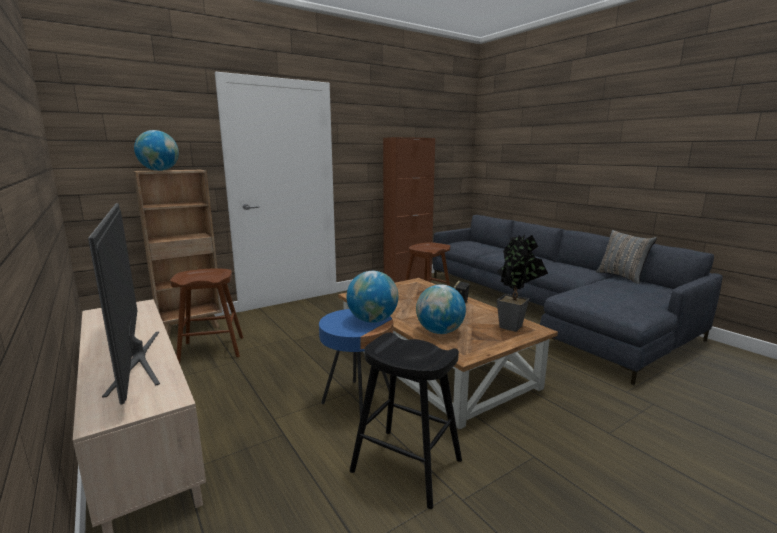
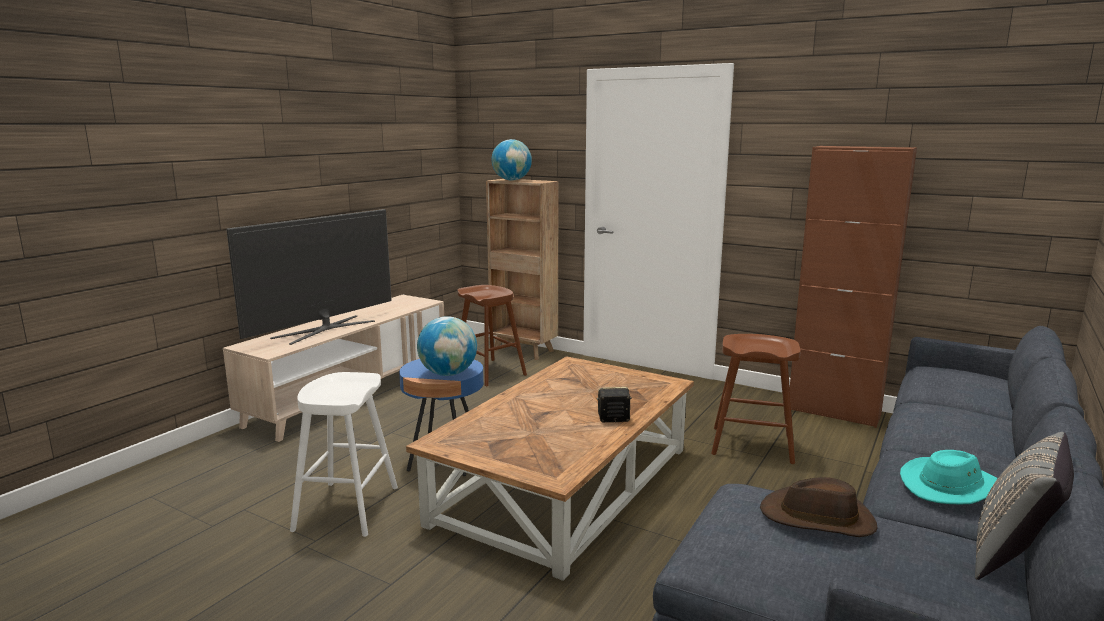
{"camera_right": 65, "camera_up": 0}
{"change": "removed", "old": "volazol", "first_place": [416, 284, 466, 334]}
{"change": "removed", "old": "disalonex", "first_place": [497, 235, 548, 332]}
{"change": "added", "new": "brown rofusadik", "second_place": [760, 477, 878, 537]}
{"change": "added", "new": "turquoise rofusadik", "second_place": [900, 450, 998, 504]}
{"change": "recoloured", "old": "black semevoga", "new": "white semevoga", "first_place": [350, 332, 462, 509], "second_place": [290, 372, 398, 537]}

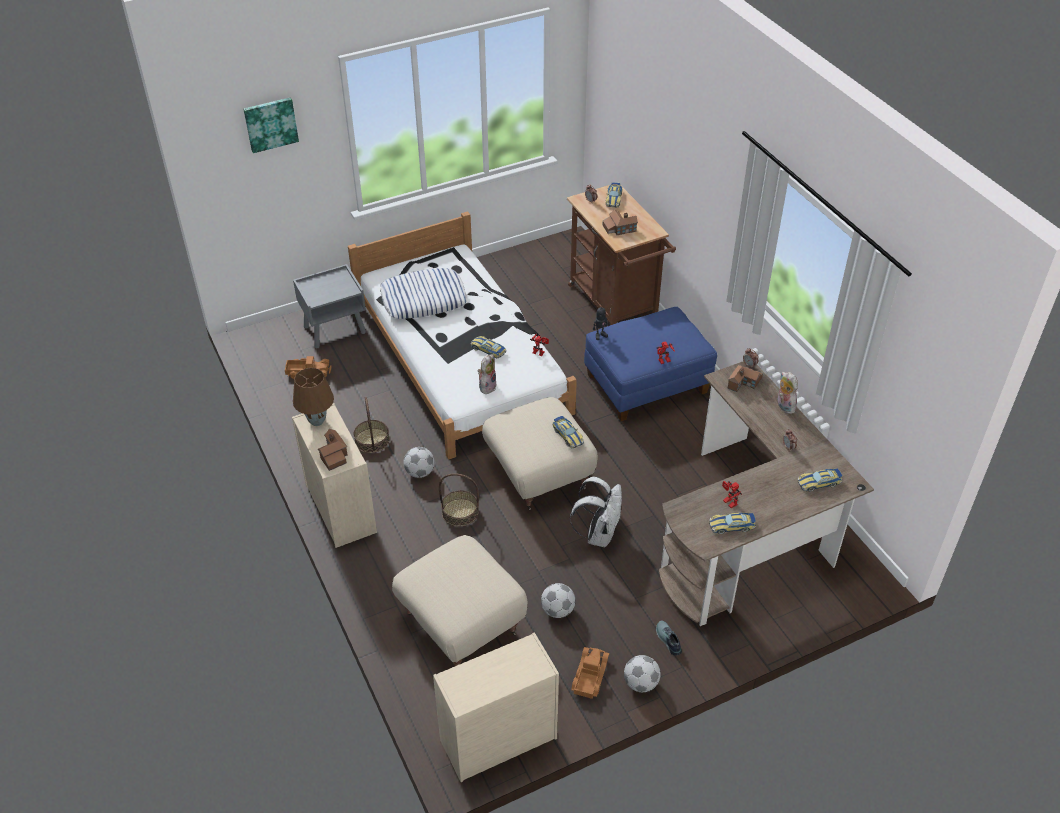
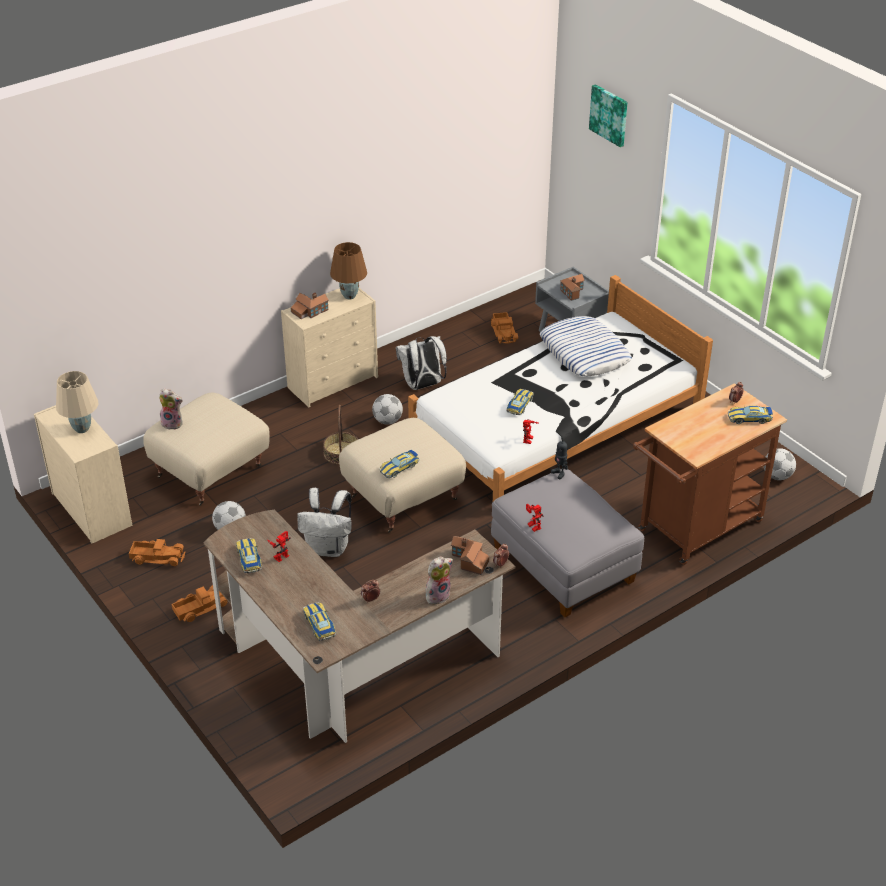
{"camera_right": 80, "camera_up": -5}
{"change": "added", "new": "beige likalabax", "second_place": [56, 371, 98, 433]}
{"change": "moved", "old": "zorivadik", "first_place": [478, 354, 497, 394], "second_place": [159, 389, 183, 430]}
{"change": "moved", "old": "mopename", "first_place": [603, 209, 638, 235], "second_place": [560, 274, 585, 301]}
{"change": "moved", "old": "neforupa", "first_place": [624, 655, 661, 692], "second_place": [764, 448, 796, 480]}
{"change": "replaced", "old": "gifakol", "new": "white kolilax", "first_place": [353, 397, 389, 453], "second_place": [396, 336, 447, 390]}
{"change": "replaced", "old": "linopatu", "new": "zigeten", "first_place": [656, 620, 682, 656], "second_place": [171, 585, 227, 622]}
{"change": "recoloured", "old": "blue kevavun", "new": "grey kevavun", "first_place": [584, 307, 717, 421], "second_place": [491, 469, 644, 617]}

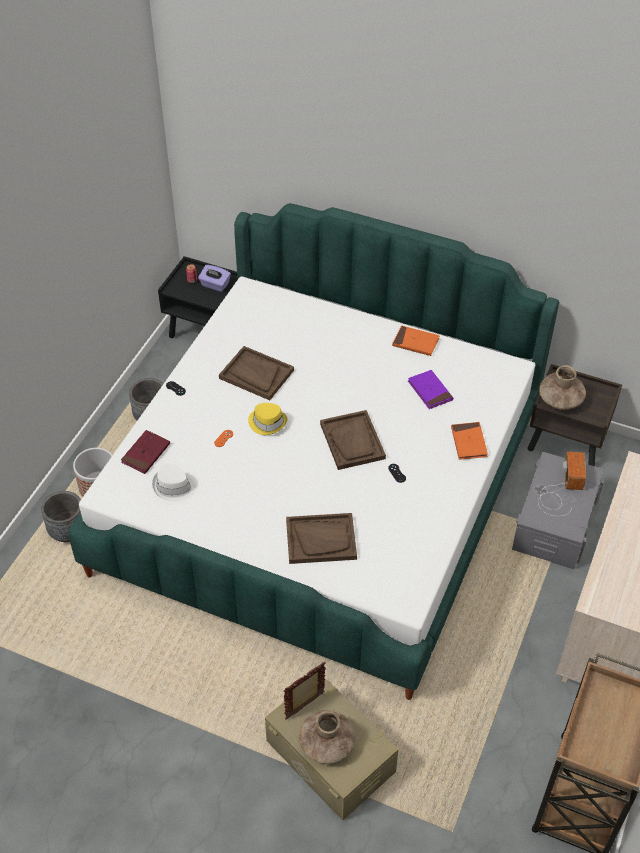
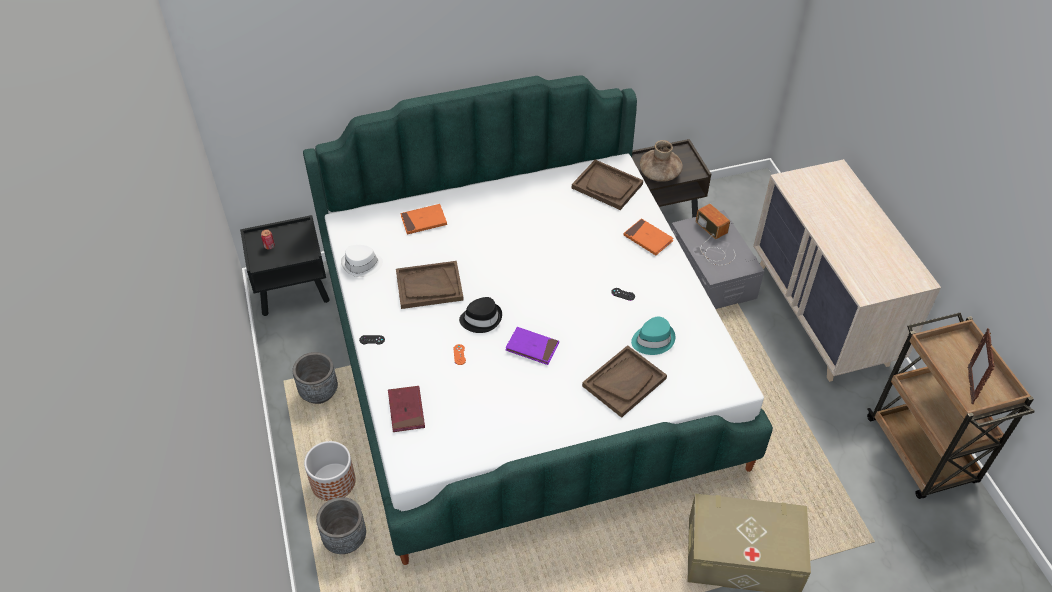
{"camera_right": -40, "camera_up": 0}
{"change": "removed", "old": "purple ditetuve", "first_place": [198, 265, 231, 292]}
{"change": "removed", "old": "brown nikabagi", "first_place": [299, 710, 355, 764]}
{"change": "added", "new": "turquoise rofusadik", "second_place": [631, 316, 675, 355]}
{"change": "moved", "old": "white rofusadik", "first_place": [152, 463, 196, 502], "second_place": [341, 245, 383, 277]}
{"change": "moved", "old": "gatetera", "first_place": [284, 662, 326, 720], "second_place": [968, 328, 995, 404]}
{"change": "moved", "old": "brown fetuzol", "first_place": [320, 410, 386, 470], "second_place": [572, 160, 643, 210]}
{"change": "moved", "old": "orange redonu", "first_place": [392, 325, 440, 356], "second_place": [400, 204, 447, 235]}
{"change": "moved", "old": "purple redonu", "first_place": [408, 370, 453, 409], "second_place": [506, 327, 559, 365]}
{"change": "recoloured", "old": "yellow rofusadik", "new": "black rofusadik", "first_place": [248, 403, 287, 435], "second_place": [459, 297, 502, 333]}

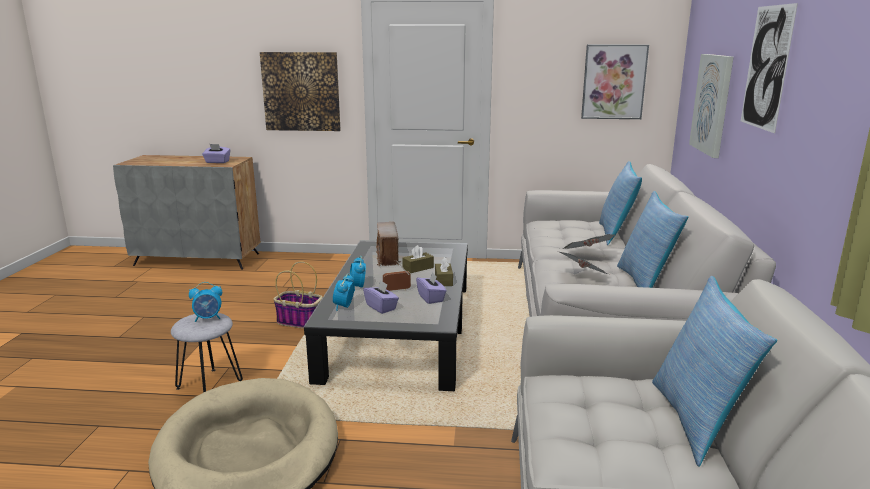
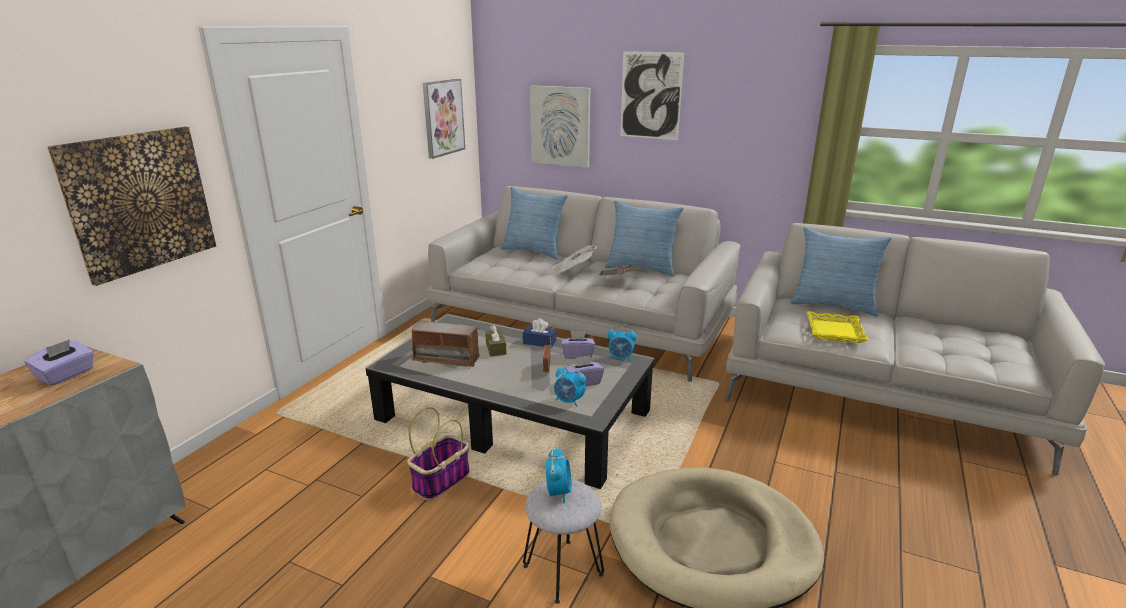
{"camera_right": -70, "camera_up": 5}
{"change": "added", "new": "yellow fetuzol", "second_place": [807, 311, 869, 343]}
{"change": "moved", "old": "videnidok", "first_place": [349, 256, 366, 291], "second_place": [608, 325, 637, 362]}
{"change": "recoloured", "old": "brown ditetuve", "new": "blue ditetuve", "first_place": [435, 257, 453, 286], "second_place": [523, 319, 556, 348]}

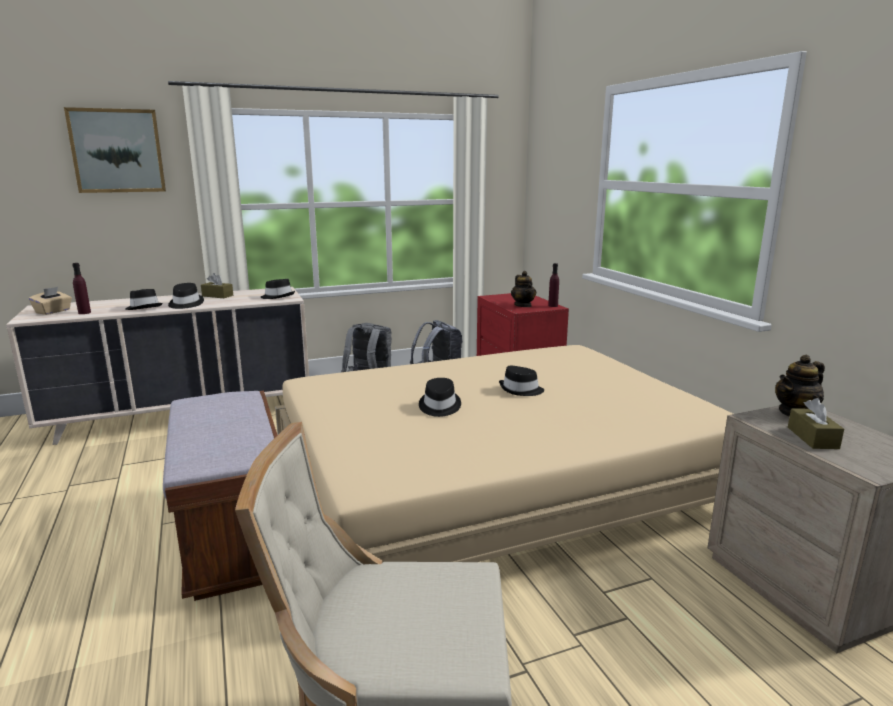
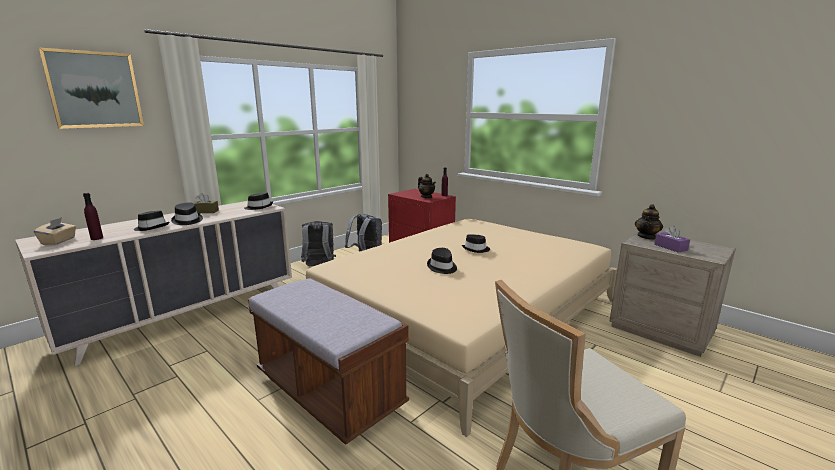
{"camera_right": -25, "camera_up": 0}
{"change": "recoloured", "old": "brown ditetuve", "new": "purple ditetuve", "first_place": [788, 398, 844, 449], "second_place": [654, 226, 690, 253]}

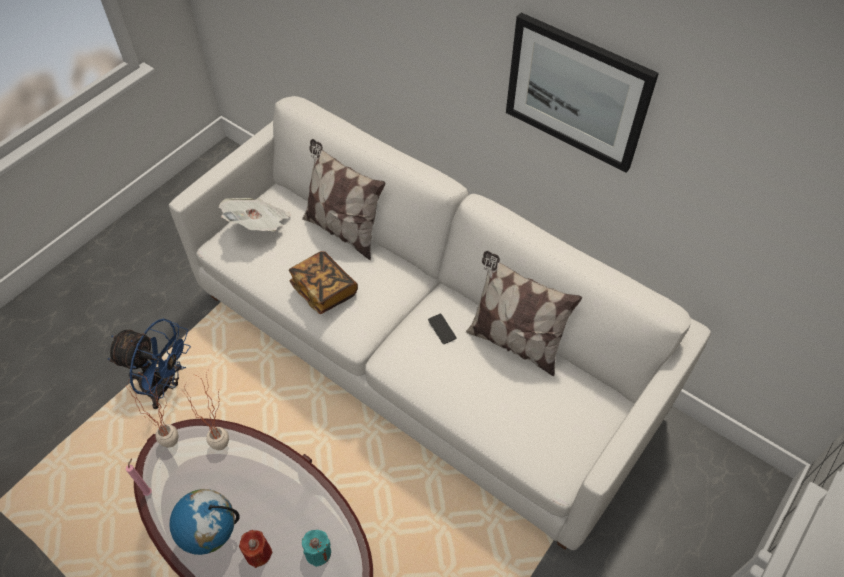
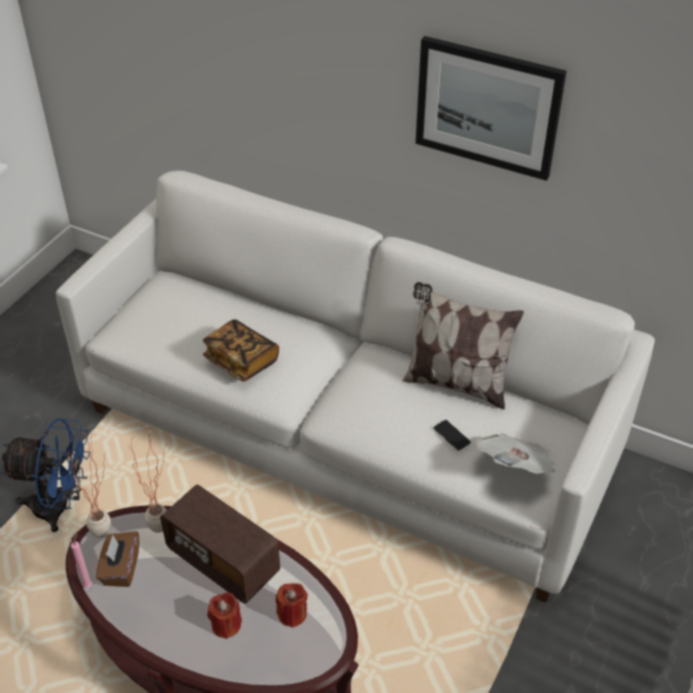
{"camera_right": -10, "camera_up": -10}
{"change": "removed", "old": "volazol", "first_place": [169, 489, 240, 555]}
{"change": "removed", "old": "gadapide", "first_place": [302, 139, 386, 260]}
{"change": "added", "new": "brown ditetuve", "second_place": [96, 531, 139, 587]}
{"change": "added", "new": "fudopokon", "second_place": [160, 485, 280, 604]}
{"change": "moved", "old": "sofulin", "first_place": [219, 198, 291, 232], "second_place": [476, 433, 555, 474]}
{"change": "moved", "old": "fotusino", "first_place": [428, 314, 457, 344], "second_place": [433, 420, 471, 451]}
{"change": "recoloured", "old": "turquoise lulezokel", "new": "red lulezokel", "first_place": [302, 530, 331, 567], "second_place": [276, 583, 308, 628]}

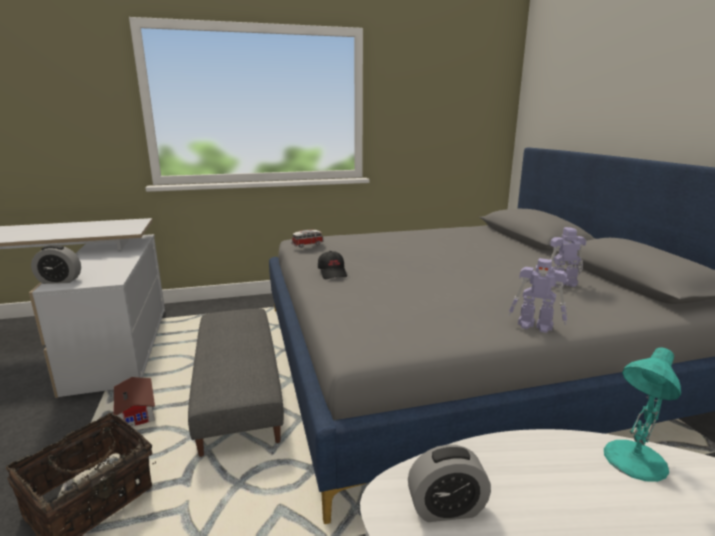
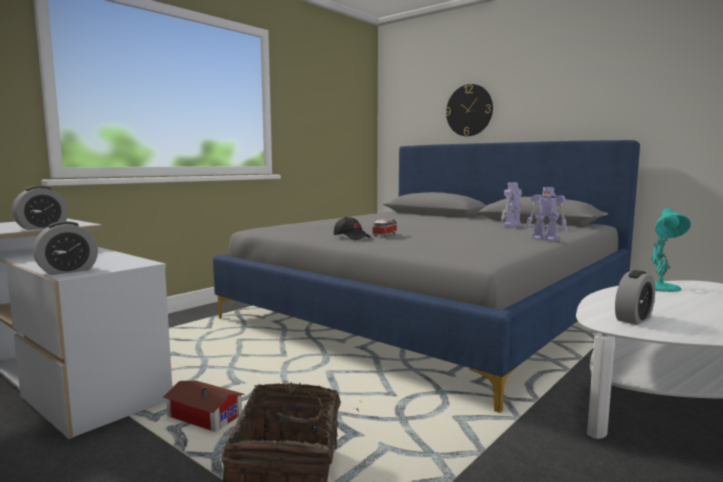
{"camera_right": -35, "camera_up": -10}
{"change": "removed", "old": "grey kevavun", "first_place": [188, 308, 284, 457]}
{"change": "added", "new": "videnidok", "second_place": [12, 186, 68, 230]}
{"change": "added", "new": "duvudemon", "second_place": [446, 84, 493, 136]}
{"change": "moved", "old": "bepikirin", "first_place": [292, 230, 324, 248], "second_place": [372, 218, 397, 237]}
{"change": "turned", "old": "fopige", "first_place": [508, 258, 567, 333], "second_place": [525, 187, 567, 241], "degrees": 45}

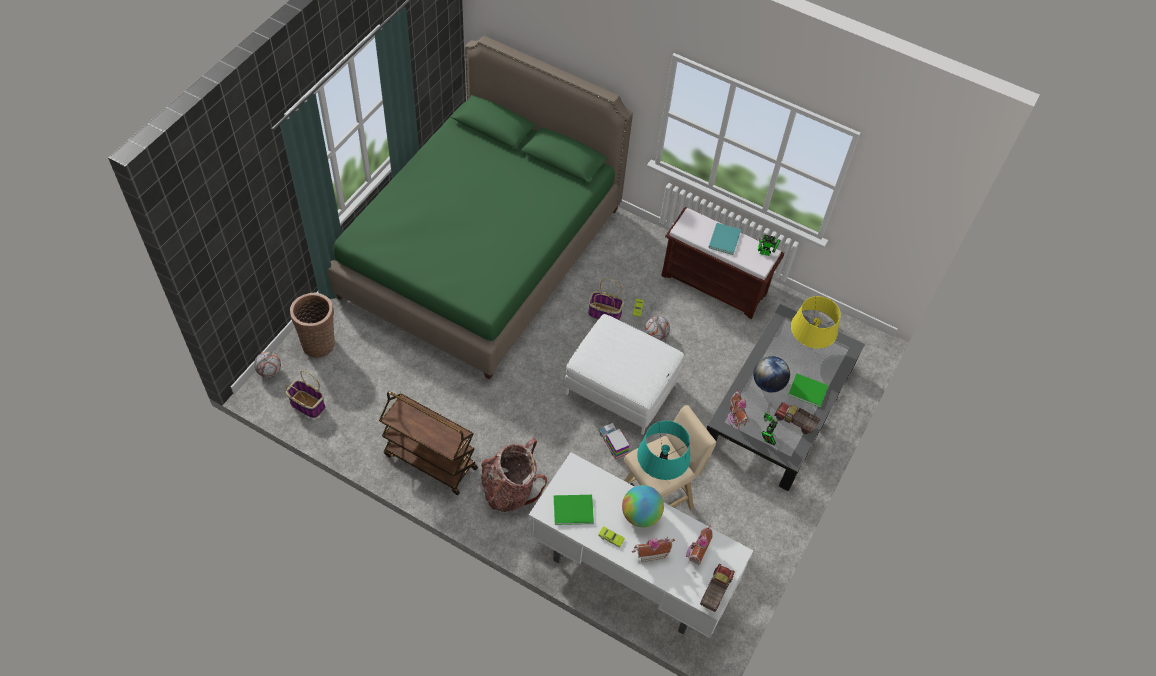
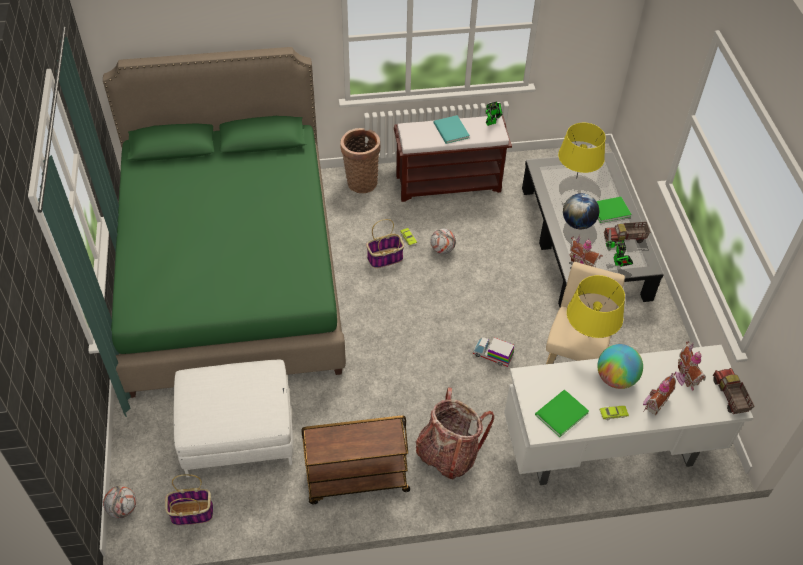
{"camera_right": -35, "camera_up": -5}
{"change": "moved", "old": "gifakol", "first_place": [290, 293, 335, 358], "second_place": [340, 128, 381, 193]}
{"change": "moved", "old": "white kevavun", "first_place": [564, 314, 684, 435], "second_place": [173, 360, 294, 477]}
{"change": "recoloured", "old": "turquoise likalabax", "new": "yellow likalabax", "first_place": [637, 421, 690, 480], "second_place": [567, 275, 625, 338]}

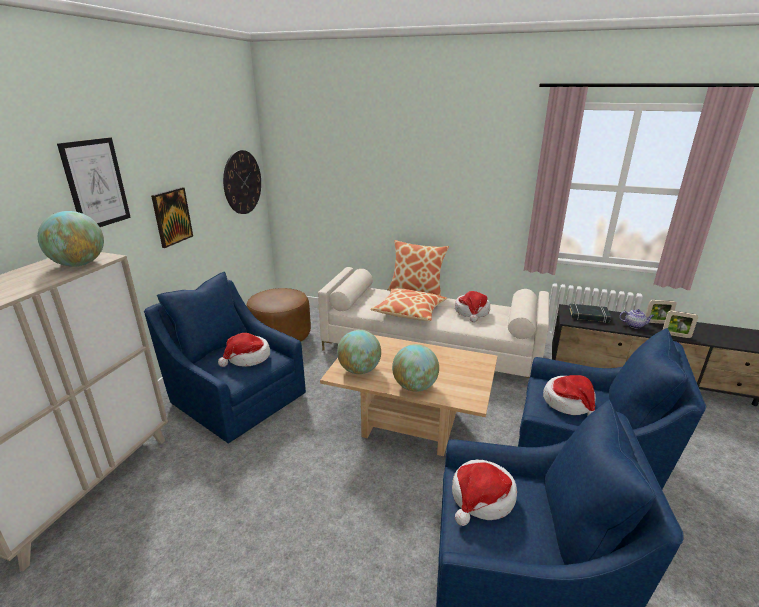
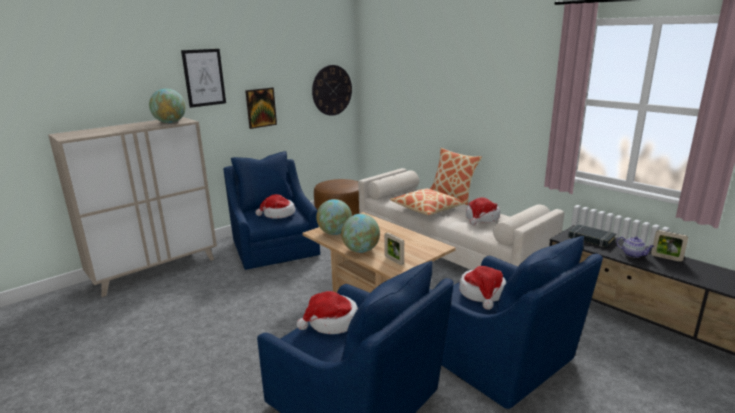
{"camera_right": 30, "camera_up": -5}
{"change": "moved", "old": "gatetera", "first_place": [663, 310, 698, 338], "second_place": [384, 233, 404, 265]}

